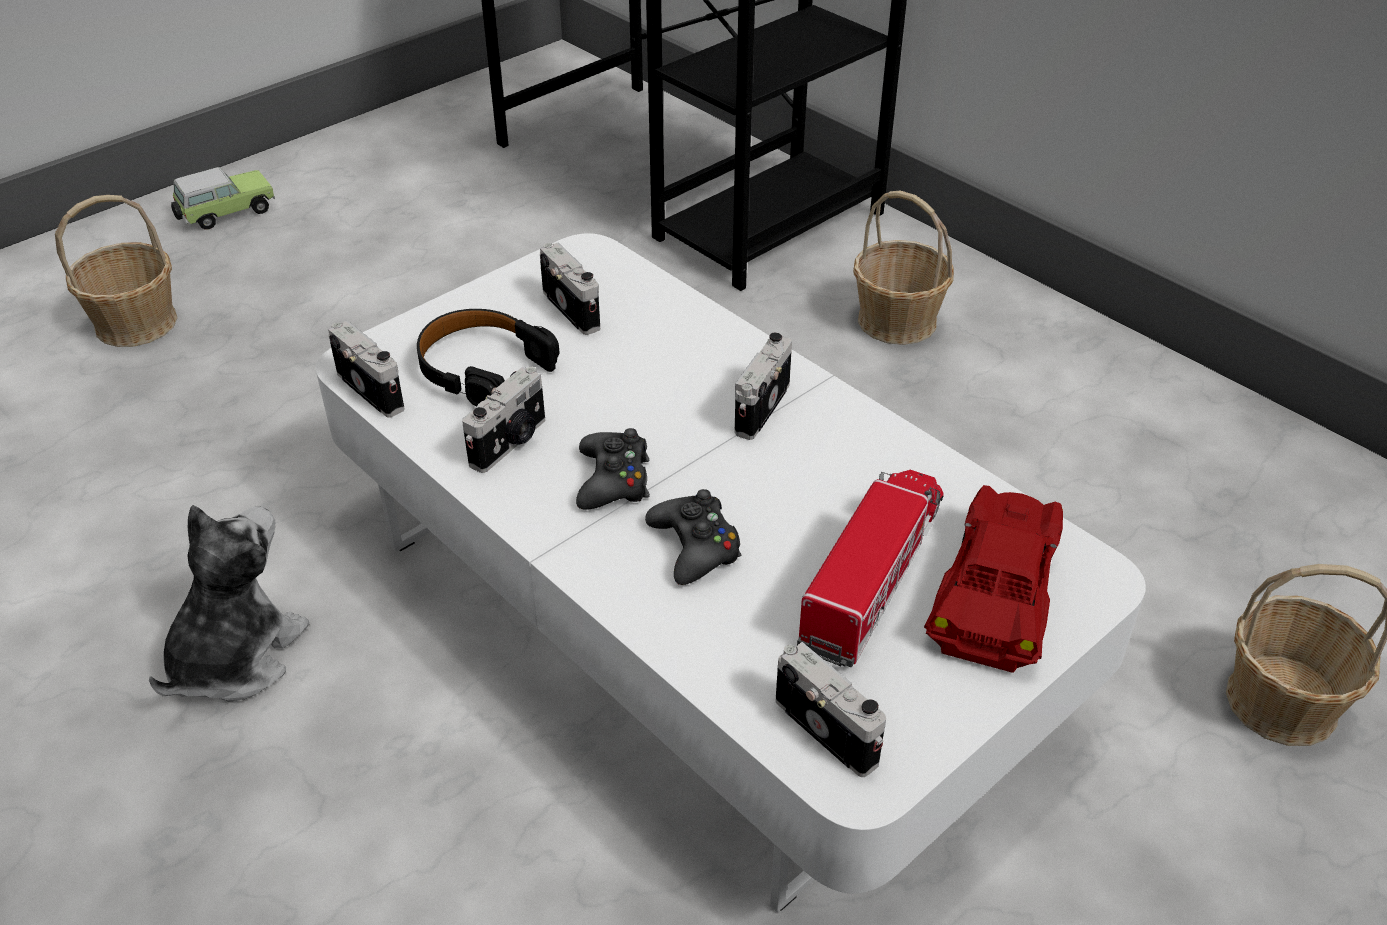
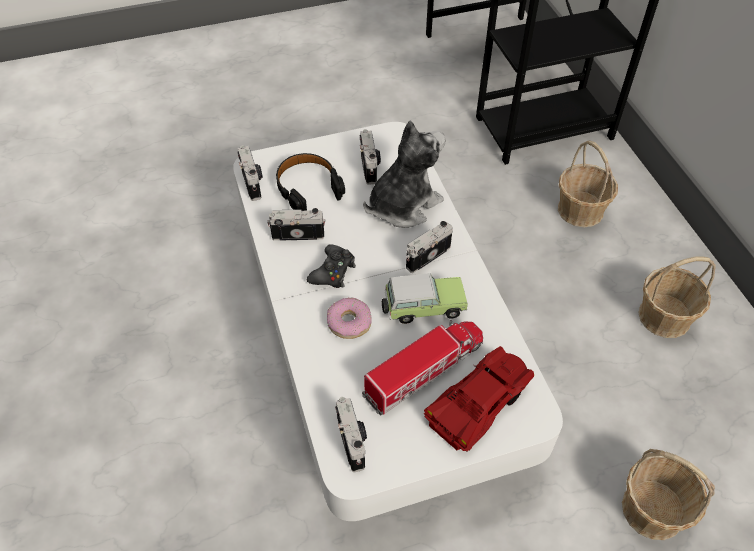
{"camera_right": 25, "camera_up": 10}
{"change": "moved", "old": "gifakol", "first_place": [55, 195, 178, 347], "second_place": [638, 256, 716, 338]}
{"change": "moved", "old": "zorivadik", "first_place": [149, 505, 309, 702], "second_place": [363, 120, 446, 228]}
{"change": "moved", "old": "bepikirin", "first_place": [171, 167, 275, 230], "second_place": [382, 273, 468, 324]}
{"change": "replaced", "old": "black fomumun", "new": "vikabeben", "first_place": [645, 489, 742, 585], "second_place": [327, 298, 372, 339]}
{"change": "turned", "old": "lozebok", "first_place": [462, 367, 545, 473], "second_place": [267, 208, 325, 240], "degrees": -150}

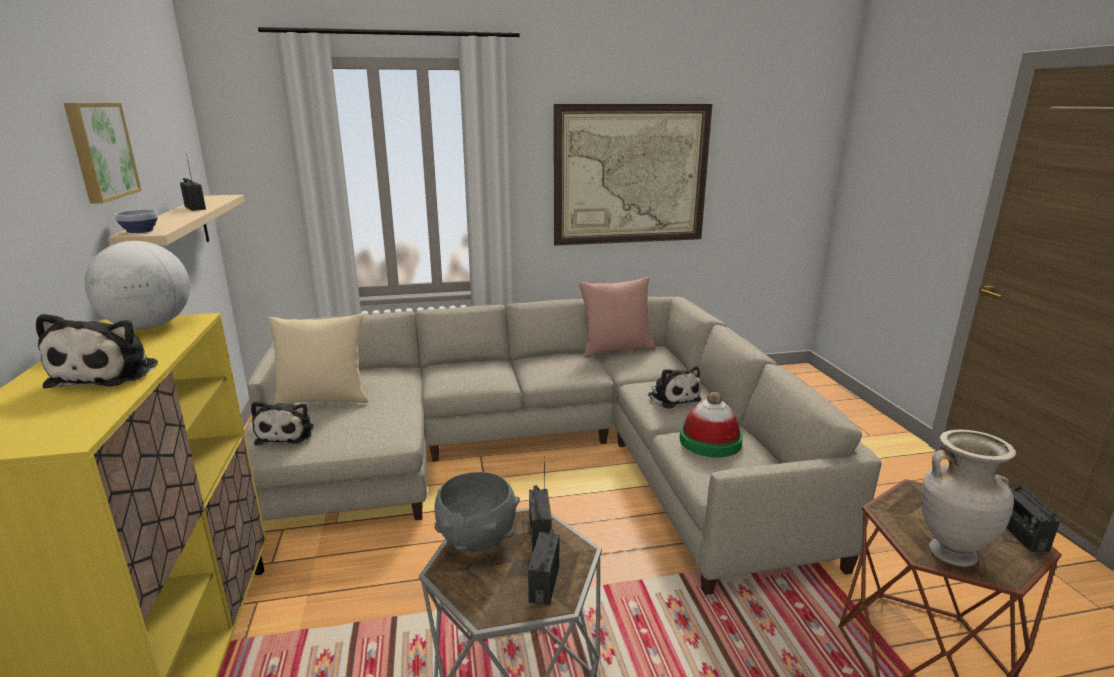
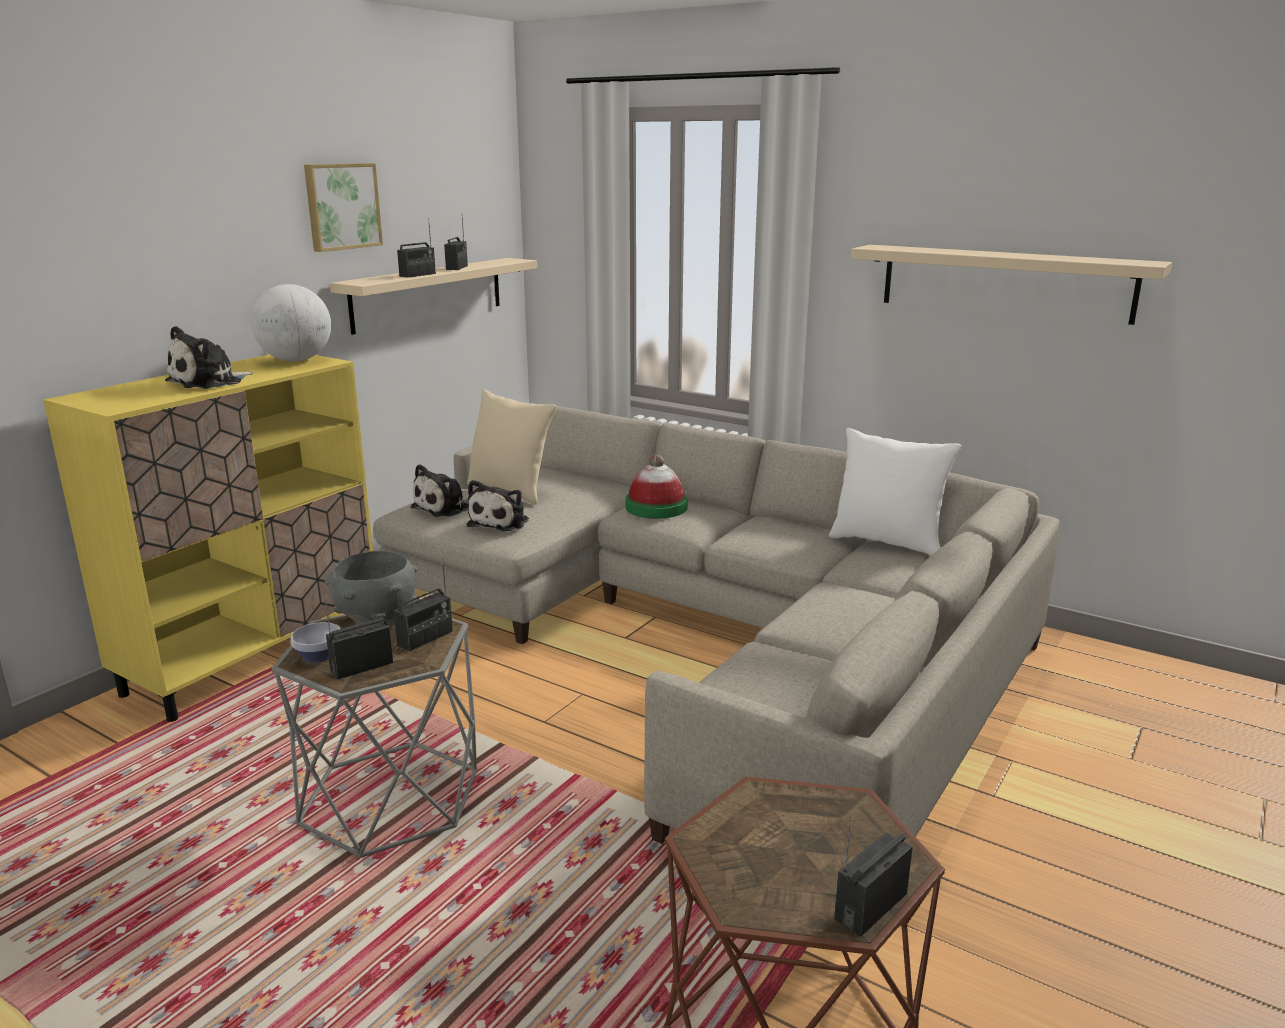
{"camera_right": 45, "camera_up": 0}
{"change": "removed", "old": "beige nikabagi", "first_place": [921, 430, 1016, 567]}
{"change": "added", "new": "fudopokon", "second_place": [397, 218, 436, 278]}
{"change": "moved", "old": "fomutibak", "first_place": [115, 210, 158, 233], "second_place": [291, 622, 341, 662]}
{"change": "moved", "old": "zorivadik", "first_place": [648, 366, 701, 409], "second_place": [467, 480, 529, 531]}
{"change": "moved", "old": "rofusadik", "first_place": [680, 392, 743, 457], "second_place": [626, 454, 688, 519]}
{"change": "replaced", "old": "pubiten", "new": "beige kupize", "first_place": [554, 104, 712, 246], "second_place": [851, 245, 1172, 325]}
{"change": "recoloured", "old": "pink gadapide", "new": "white gadapide", "first_place": [579, 277, 656, 358], "second_place": [829, 428, 962, 556]}

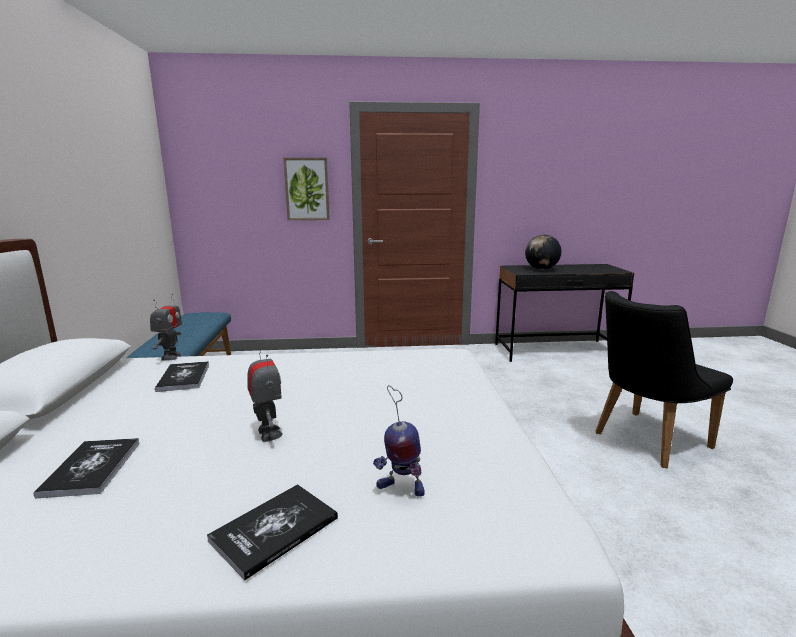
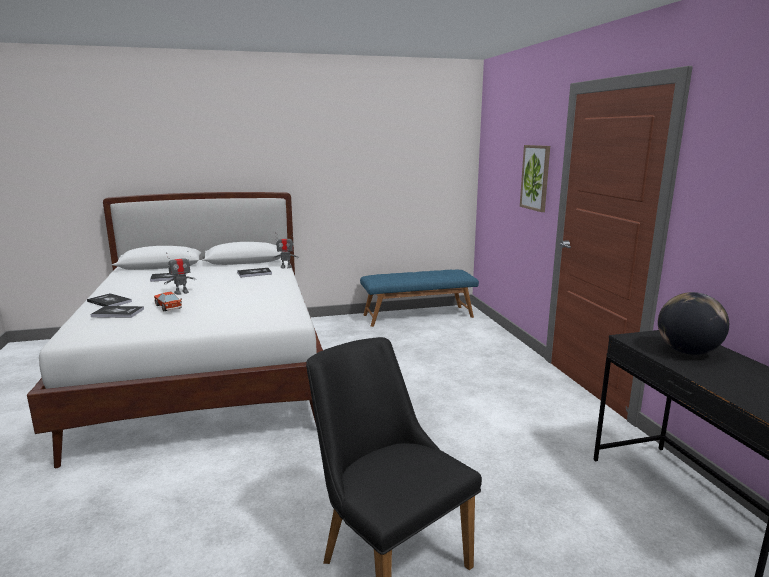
{"camera_right": 80, "camera_up": 0}
{"change": "added", "new": "bepikirin", "second_place": [154, 292, 182, 311]}
{"change": "replaced", "old": "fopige", "new": "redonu", "first_place": [373, 385, 425, 497], "second_place": [90, 306, 144, 318]}

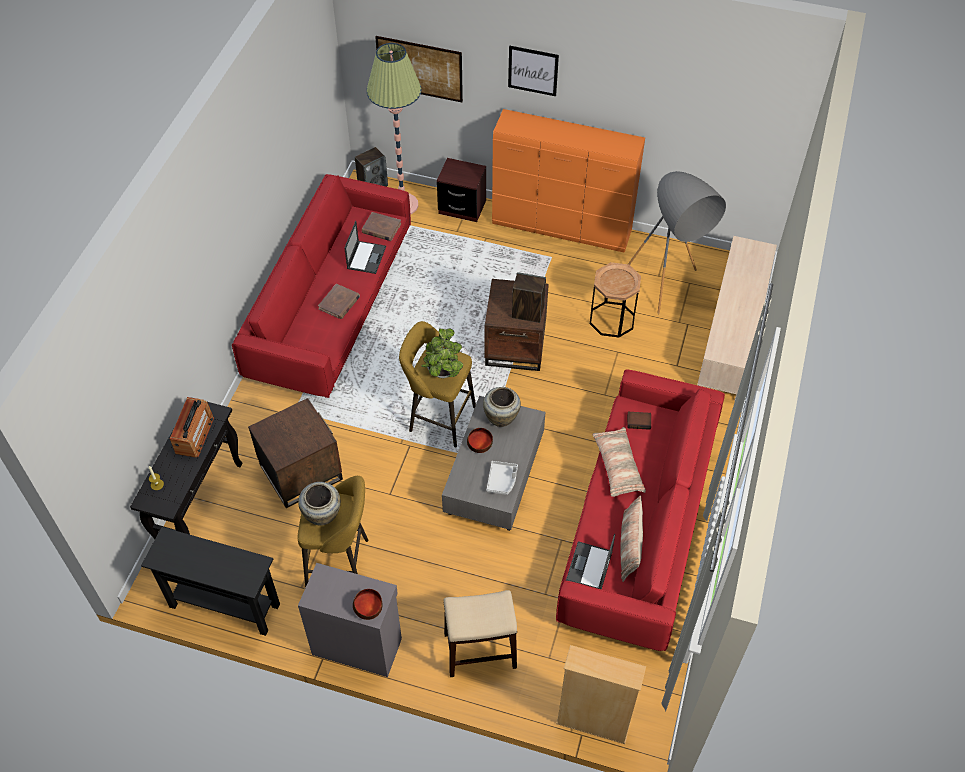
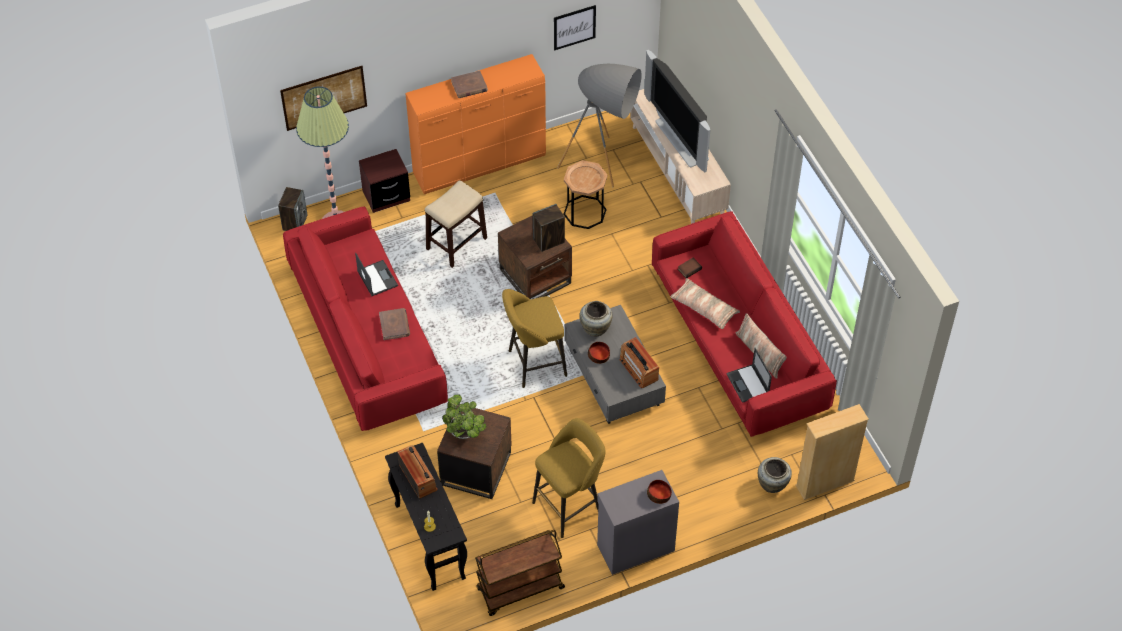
{"camera_right": -40, "camera_up": 0}
{"change": "added", "new": "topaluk", "second_place": [644, 50, 710, 172]}
{"change": "moved", "old": "beige nikabagi", "first_place": [298, 482, 341, 526], "second_place": [758, 457, 792, 493]}
{"change": "moved", "old": "brown redonu", "first_place": [362, 212, 401, 241], "second_place": [451, 70, 488, 98]}
{"change": "moved", "old": "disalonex", "first_place": [422, 328, 463, 378], "second_place": [442, 394, 486, 439]}
{"change": "moved", "old": "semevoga", "first_place": [444, 590, 517, 677], "second_place": [425, 180, 487, 268]}
{"change": "moved", "old": "pubiten", "first_place": [508, 46, 559, 96], "second_place": [554, 5, 596, 51]}
{"change": "replaced", "old": "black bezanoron", "new": "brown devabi", "first_place": [141, 527, 280, 636], "second_place": [475, 530, 565, 616]}
{"change": "replaced", "old": "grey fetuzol", "new": "fudopokon", "first_place": [487, 461, 518, 495], "second_place": [619, 337, 659, 388]}

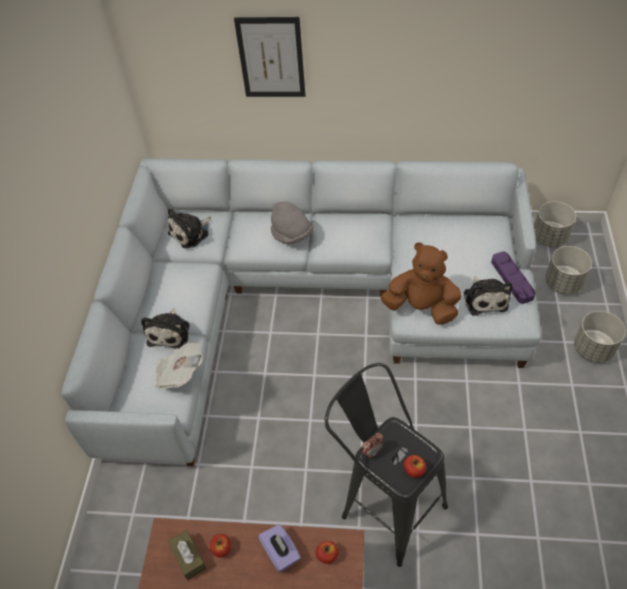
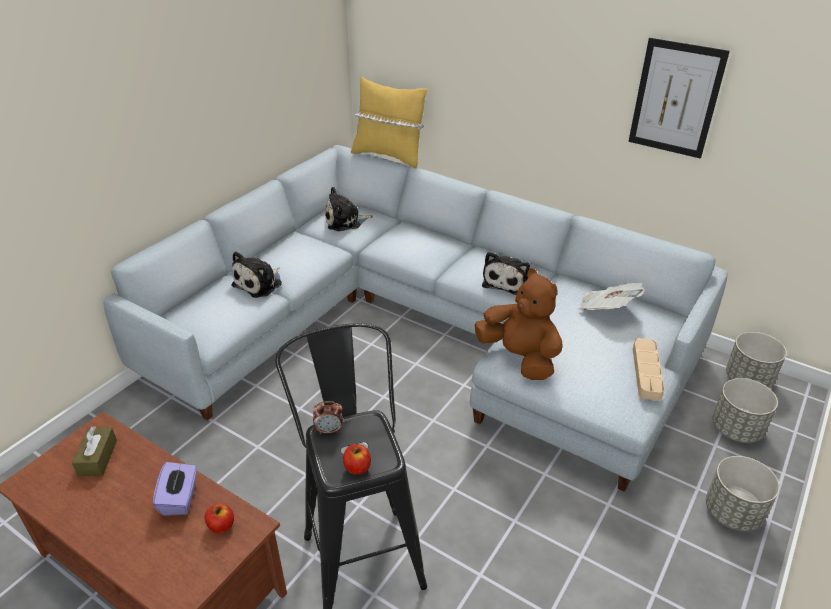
{"camera_right": 25, "camera_up": -15}
{"change": "removed", "old": "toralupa", "first_place": [210, 534, 231, 557]}
{"change": "removed", "old": "grey rofusadik", "first_place": [271, 202, 314, 244]}
{"change": "added", "new": "yellow gadapide", "second_place": [351, 77, 427, 168]}
{"change": "moved", "old": "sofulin", "first_place": [155, 343, 203, 389], "second_place": [579, 283, 645, 310]}
{"change": "moved", "old": "pubiten", "first_place": [234, 17, 305, 97], "second_place": [629, 38, 730, 159]}
{"change": "moved", "old": "zorivadik", "first_place": [464, 277, 512, 316], "second_place": [482, 252, 530, 295]}
{"change": "recoloured", "old": "purple fetuzol", "new": "beige fetuzol", "first_place": [491, 252, 536, 304], "second_place": [633, 338, 664, 401]}

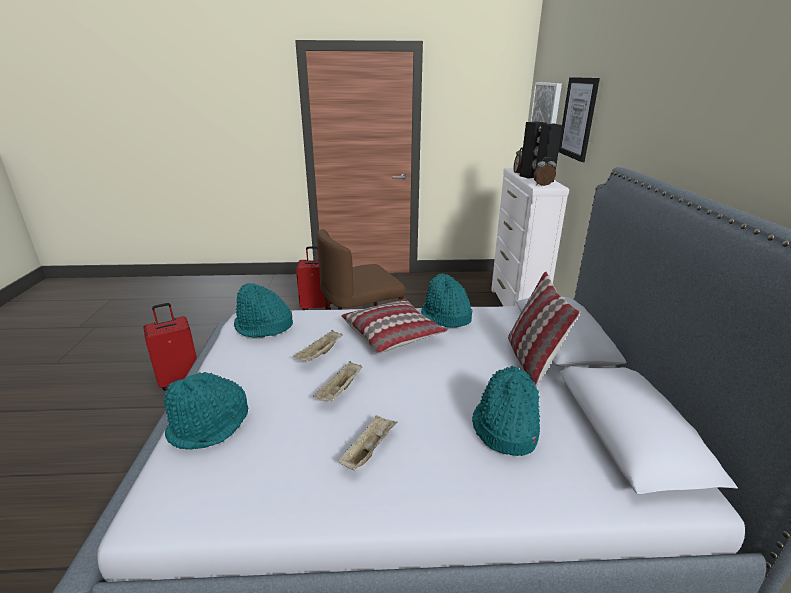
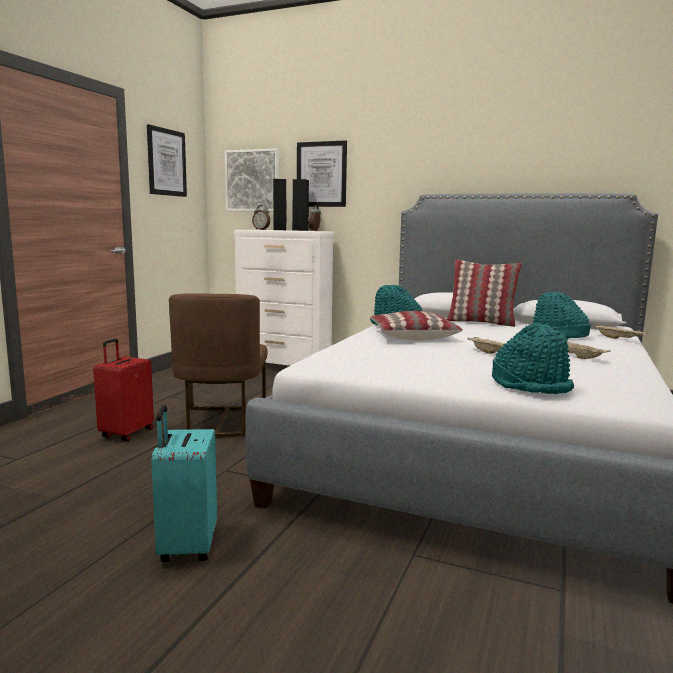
{"camera_right": -65, "camera_up": -15}
{"change": "removed", "old": "turquoise rofusadik", "first_place": [234, 283, 293, 338]}
{"change": "added", "new": "pubiten", "second_place": [147, 124, 187, 197]}
{"change": "moved", "old": "beige fetuzol", "first_place": [294, 330, 342, 361], "second_place": [593, 325, 648, 339]}
{"change": "recoloured", "old": "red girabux", "new": "turquoise girabux", "first_place": [143, 303, 197, 391], "second_place": [151, 405, 217, 562]}

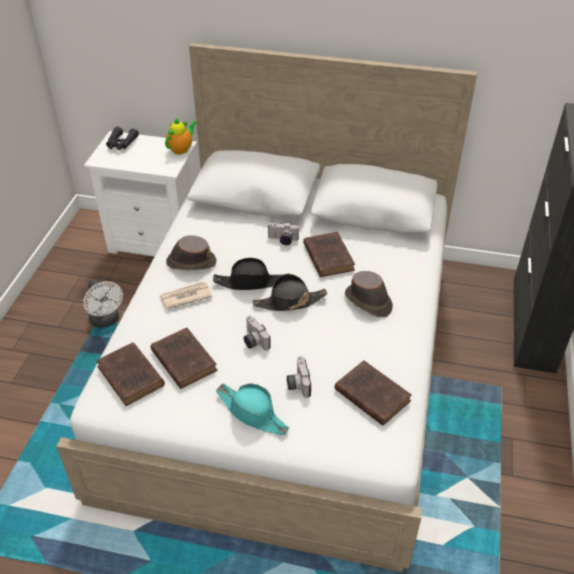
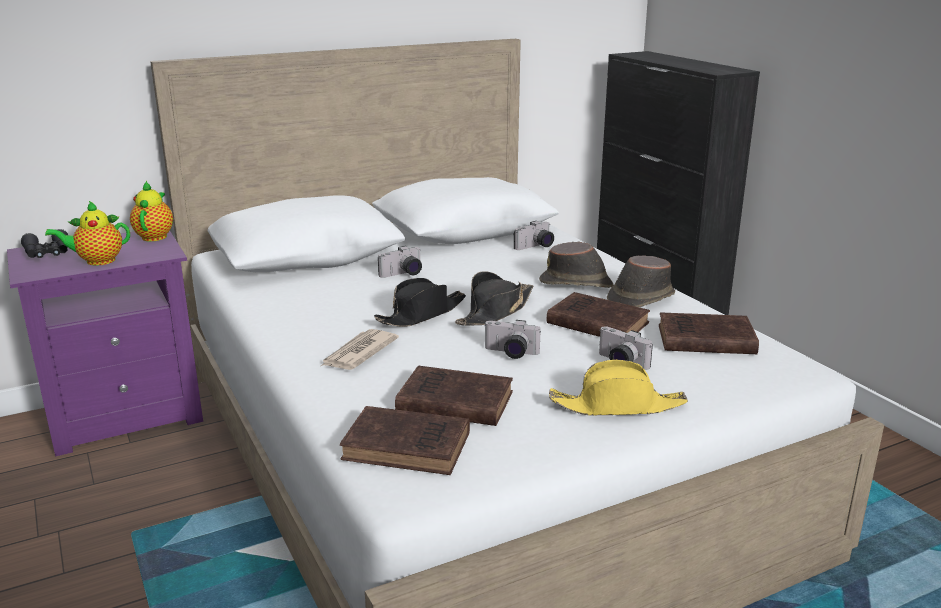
{"camera_right": -40, "camera_up": -20}
{"change": "removed", "old": "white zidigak", "first_place": [83, 279, 123, 328]}
{"change": "added", "new": "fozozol", "second_place": [45, 201, 130, 266]}
{"change": "added", "new": "lozebok", "second_place": [514, 221, 554, 250]}
{"change": "moved", "old": "brown rofusadik", "first_place": [166, 235, 216, 270], "second_place": [607, 255, 675, 307]}
{"change": "moved", "old": "brown redonu", "first_place": [303, 232, 355, 277], "second_place": [547, 292, 650, 337]}
{"change": "recoloured", "old": "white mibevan", "new": "purple mibevan", "first_place": [84, 131, 197, 257], "second_place": [7, 231, 203, 457]}
{"change": "recoloured", "old": "turquoise rofusadik", "new": "yellow rofusadik", "first_place": [216, 383, 289, 435], "second_place": [549, 360, 688, 416]}

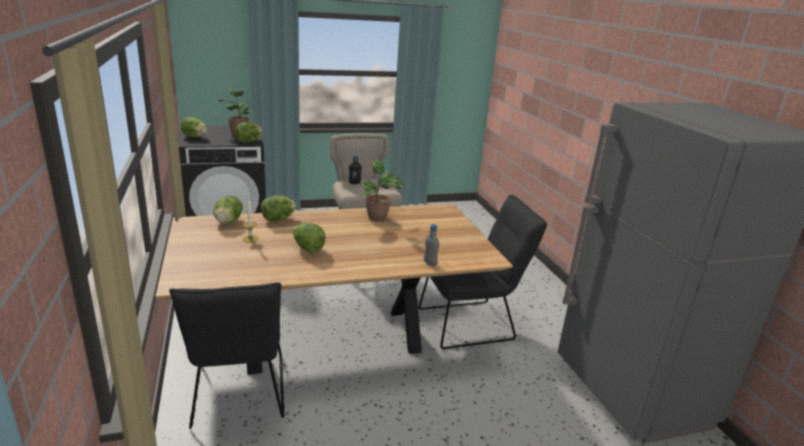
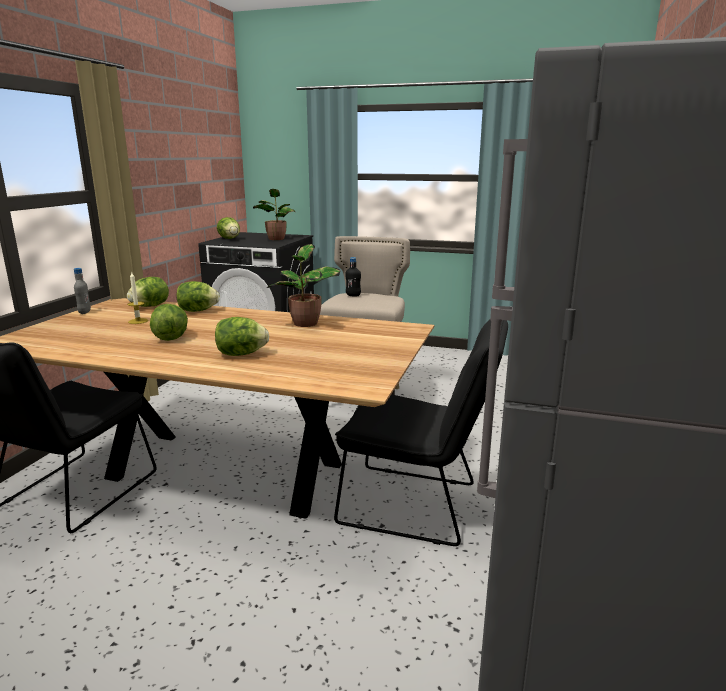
{"camera_right": 35, "camera_up": -5}
{"change": "moved", "old": "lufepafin", "first_place": [234, 122, 263, 143], "second_place": [215, 317, 269, 356]}
{"change": "moved", "old": "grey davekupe", "first_place": [424, 224, 439, 266], "second_place": [74, 268, 91, 314]}

